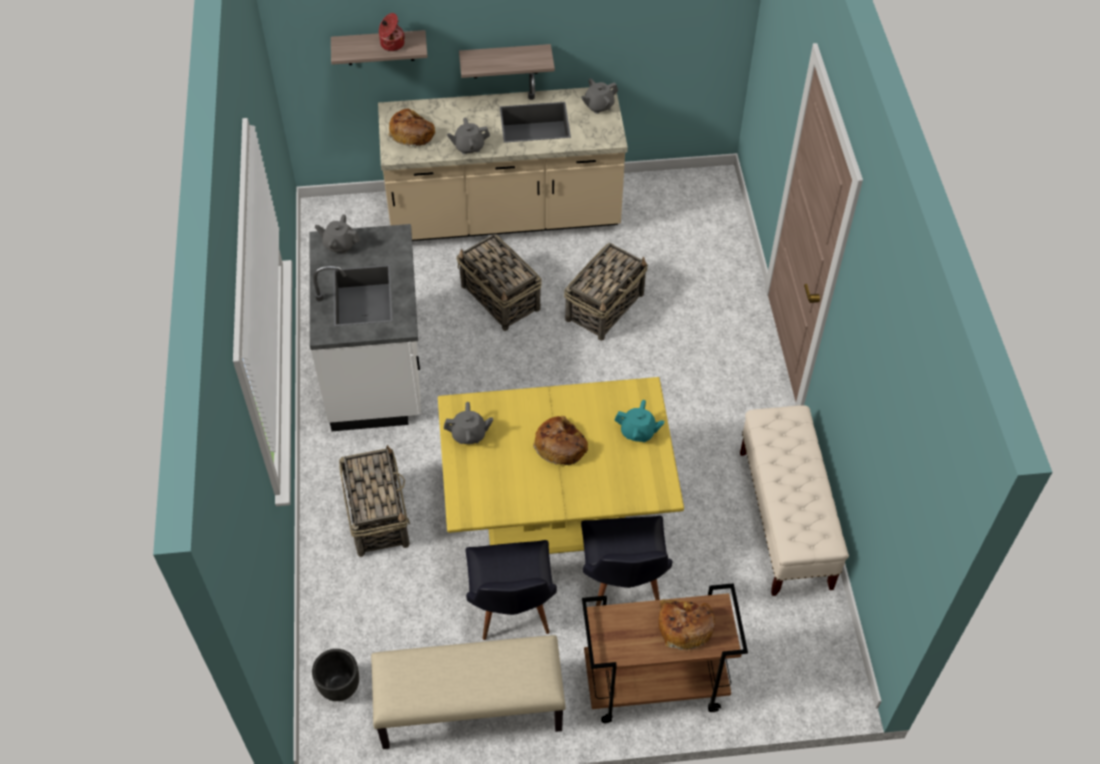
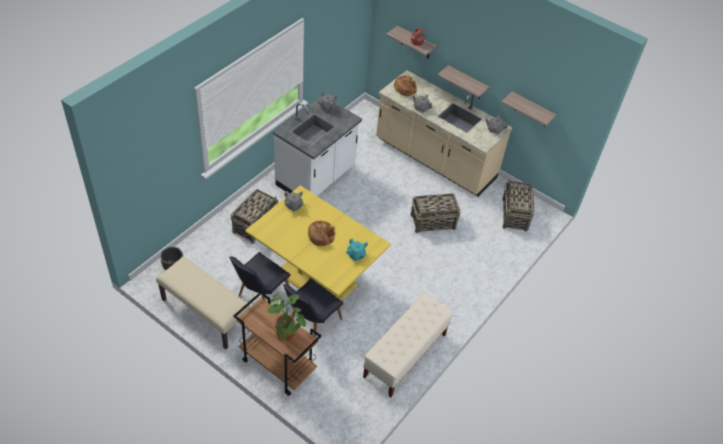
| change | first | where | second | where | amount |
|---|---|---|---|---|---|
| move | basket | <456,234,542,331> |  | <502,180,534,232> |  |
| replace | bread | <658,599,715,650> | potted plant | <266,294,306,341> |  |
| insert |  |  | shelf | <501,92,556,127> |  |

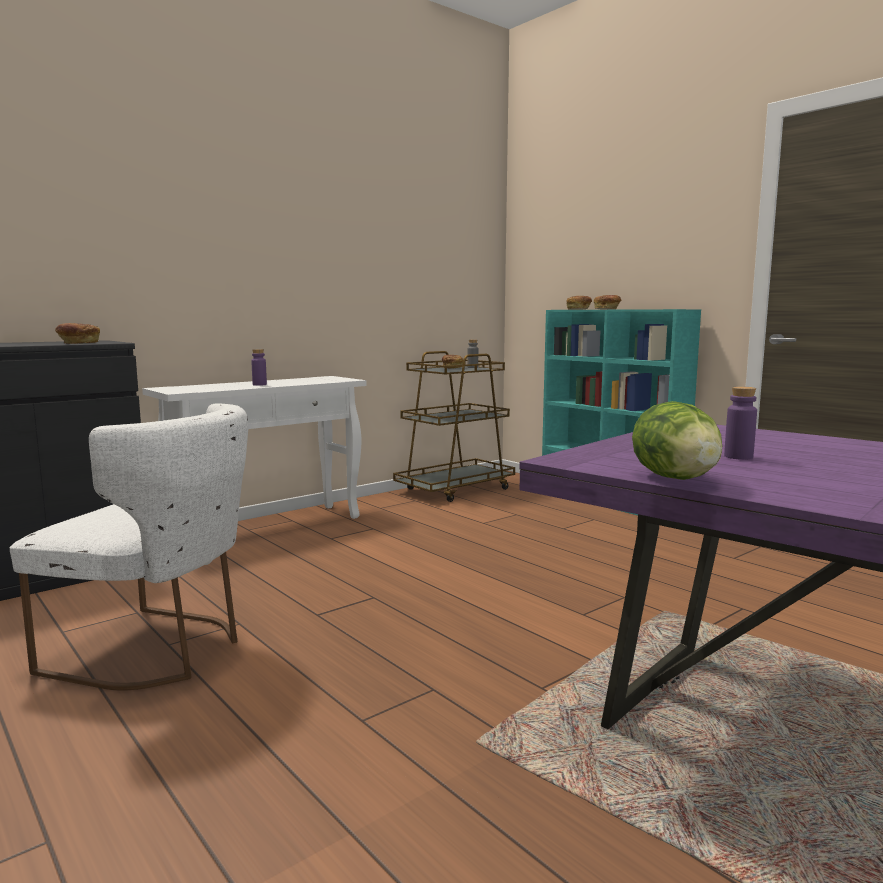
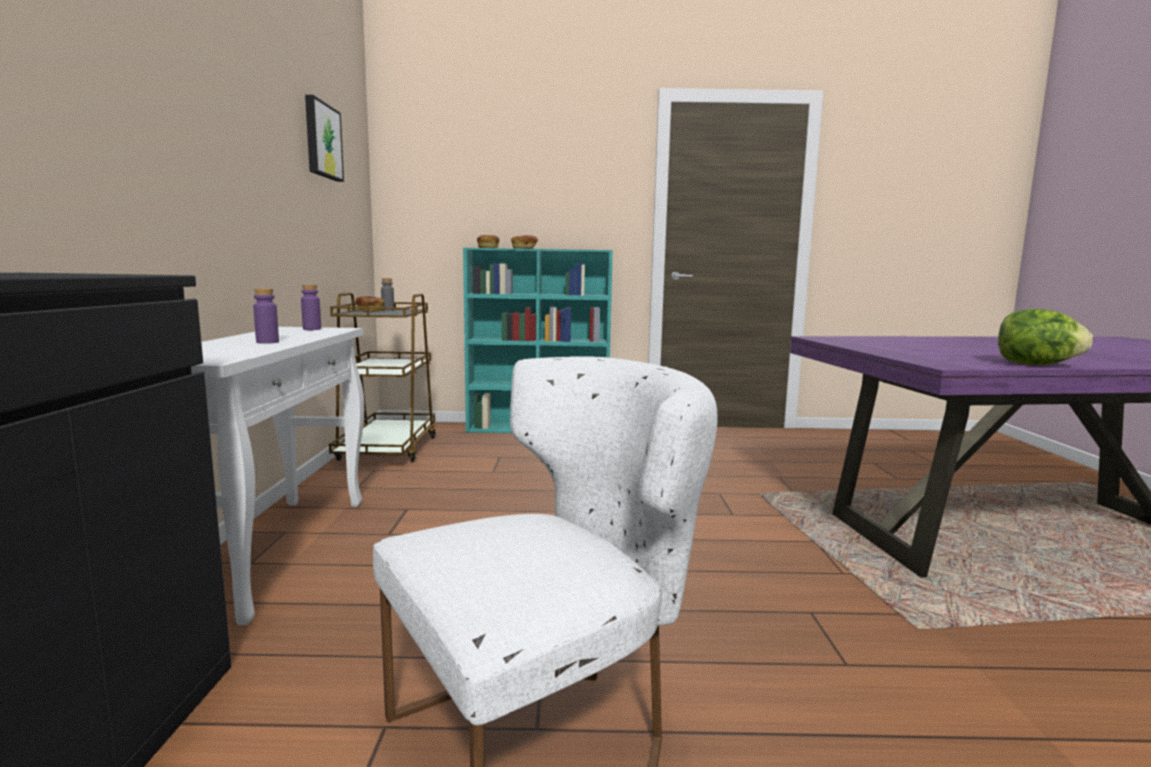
| change | first | where | second | where | amount |
|---|---|---|---|---|---|
| delete | bread | <55,323,100,344> |  |  |  |
| move | bottle (purple) | <724,387,757,460> |  | <301,285,321,330> |  |
| insert |  |  | picture | <305,95,344,182> |  |

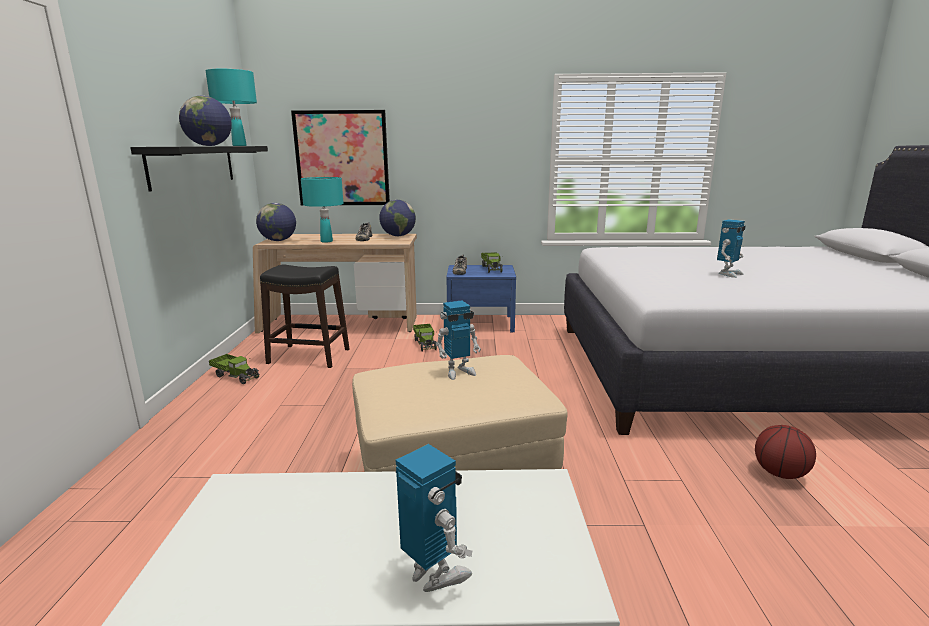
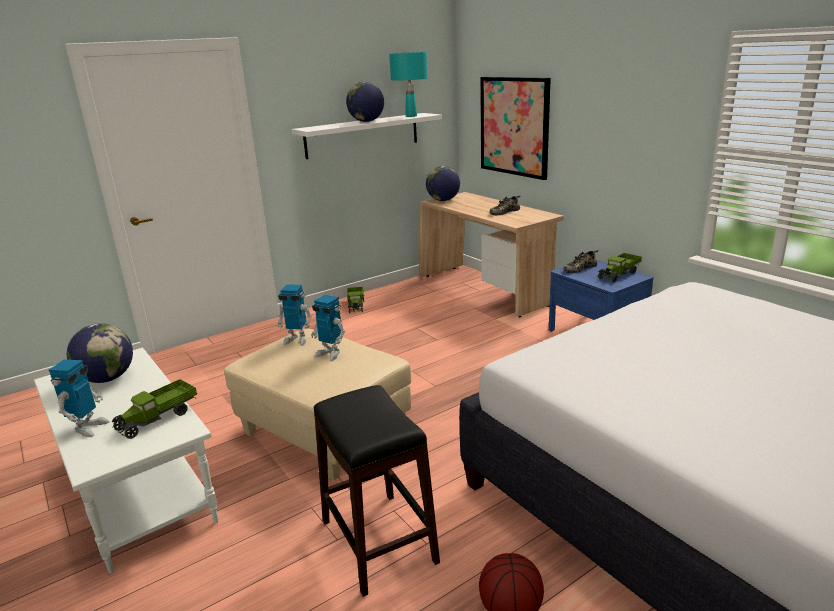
| change | first | where | second | where | amount |
|---|---|---|---|---|---|
| recolor | shelf (black) | <130,146,268,191> | shelf (white) | <291,113,442,159> |  |
| delete | table lamp (turquoise) | <301,177,344,243> |  |  |  |
| move | globe | <379,200,416,236> |  | <67,324,133,383> |  |
| move | toy robot | <717,219,746,278> |  | <277,284,312,346> |  |
| move | stool (black) | <260,264,350,368> |  | <314,385,440,597> |  |
| move | toy truck | <413,324,437,352> |  | <112,379,197,439> |  |

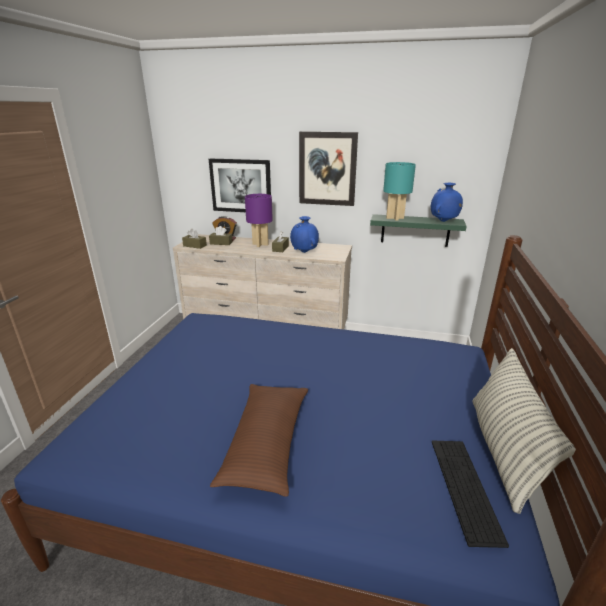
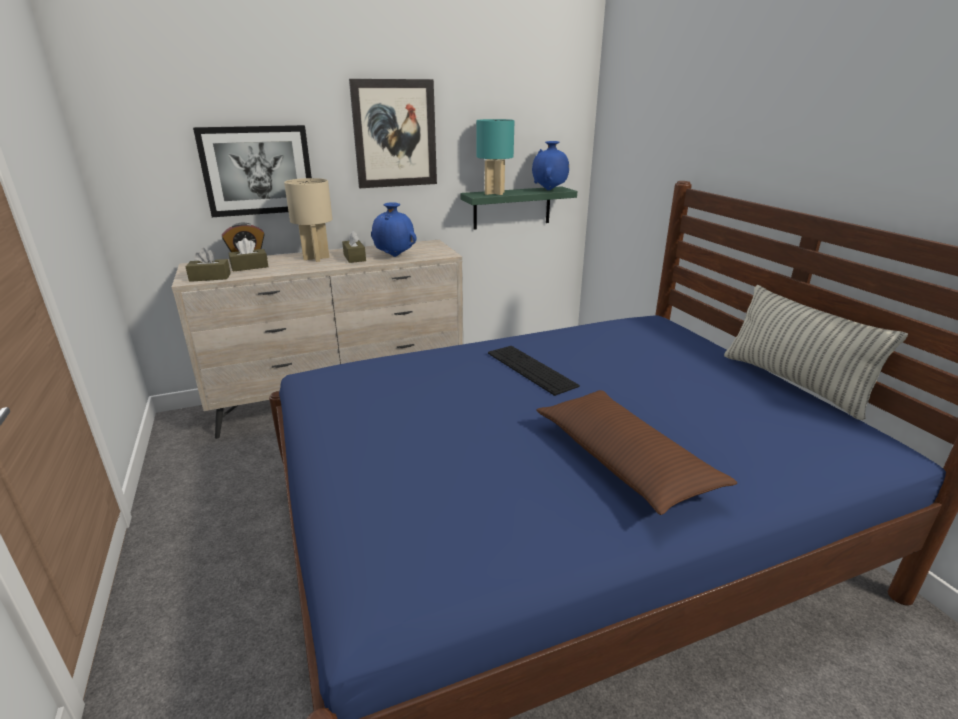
| change | first | where | second | where | amount |
|---|---|---|---|---|---|
| recolor | table lamp (purple) | <245,194,273,247> | table lamp (beige) | <284,178,332,262> |  |
| move | keyboard | <432,440,509,548> |  | <488,346,580,396> |  |

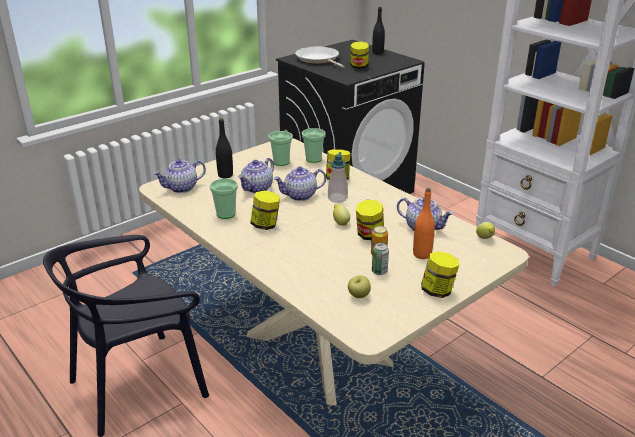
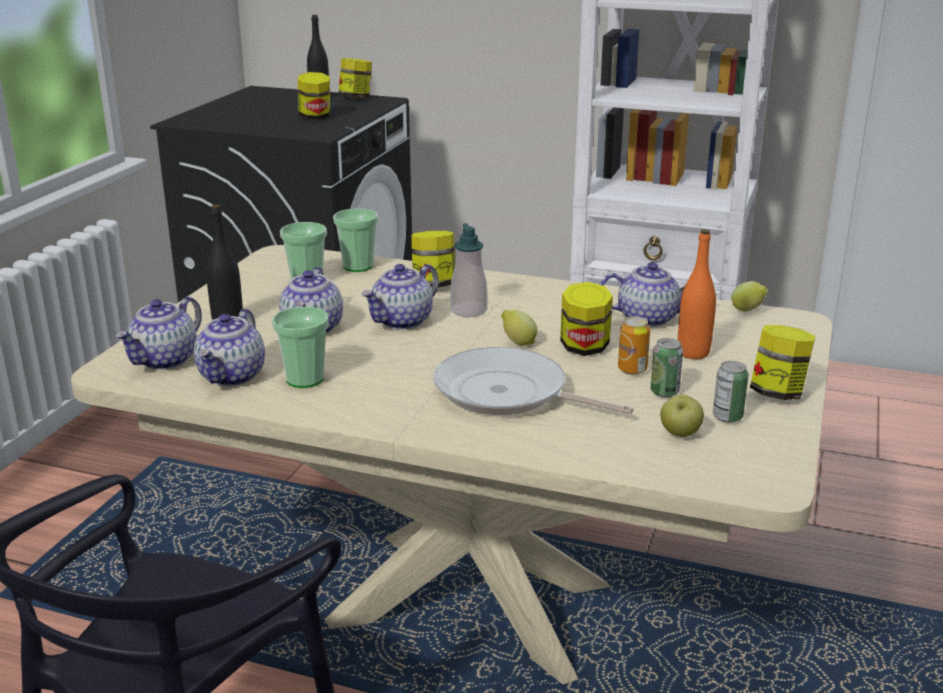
| change | first | where | second | where | amount |
|---|---|---|---|---|---|
| move | frying pan | <295,46,345,68> |  | <433,347,633,415> |  |
| move | jar | <250,191,280,230> |  | <338,58,372,99> |  |
| insert |  |  | teapot | <194,309,265,386> |  |
| insert |  |  | can | <713,361,748,423> |  |

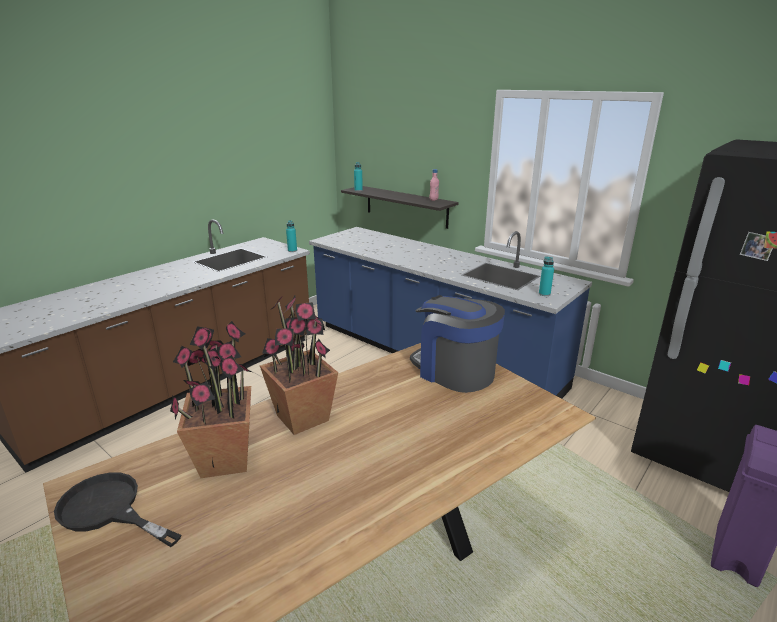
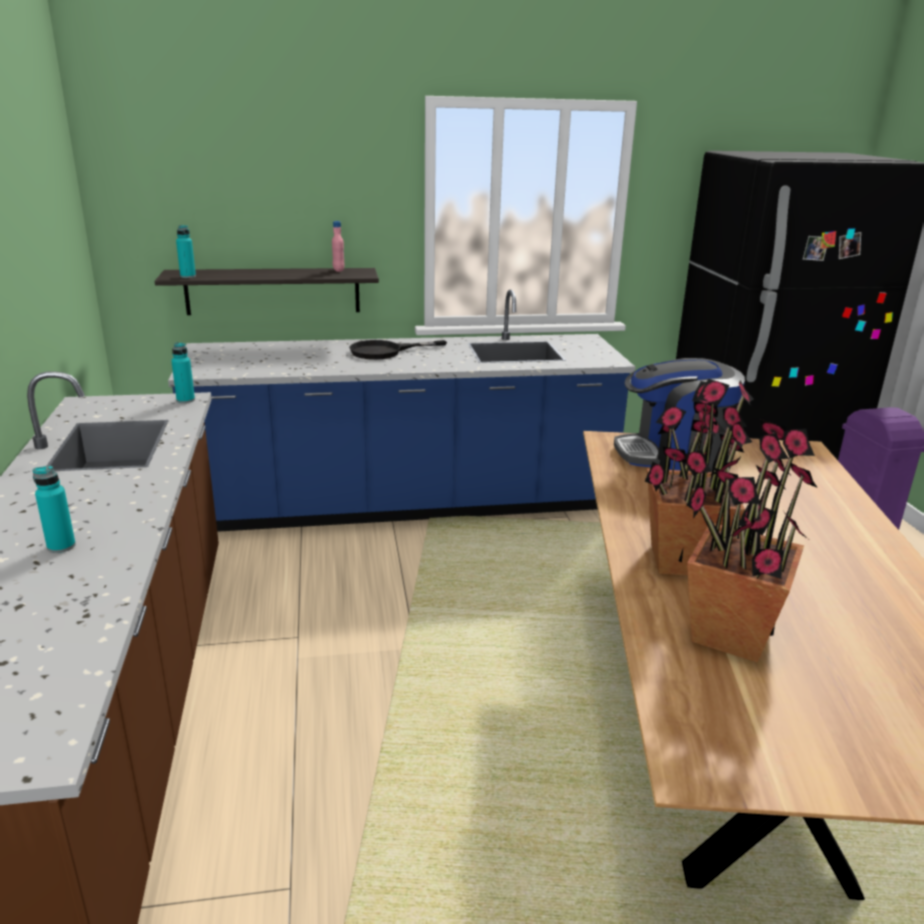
| change | first | where | second | where | amount |
|---|---|---|---|---|---|
| move | bottle (turquoise) | <539,257,554,296> |  | <33,466,76,553> |  |
| move | frying pan (black) | <54,473,181,547> |  | <349,340,447,360> |  |

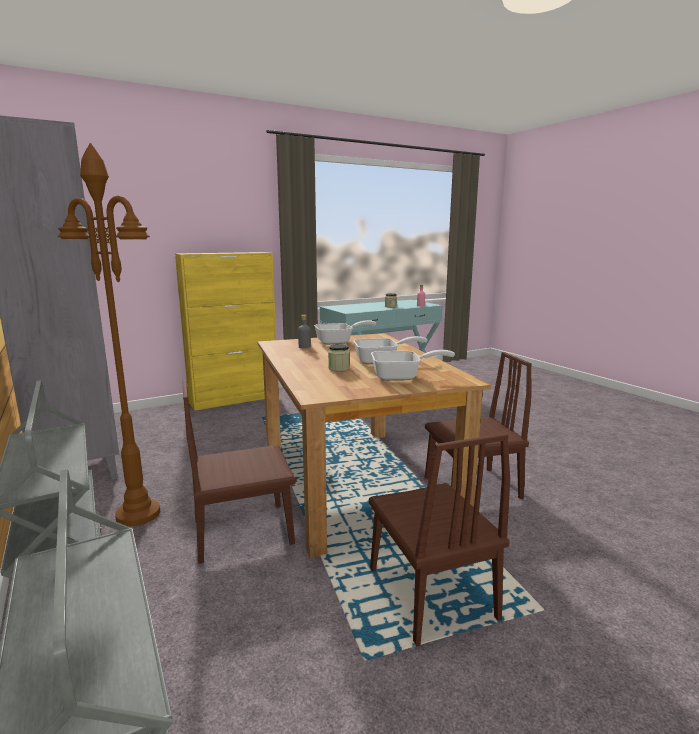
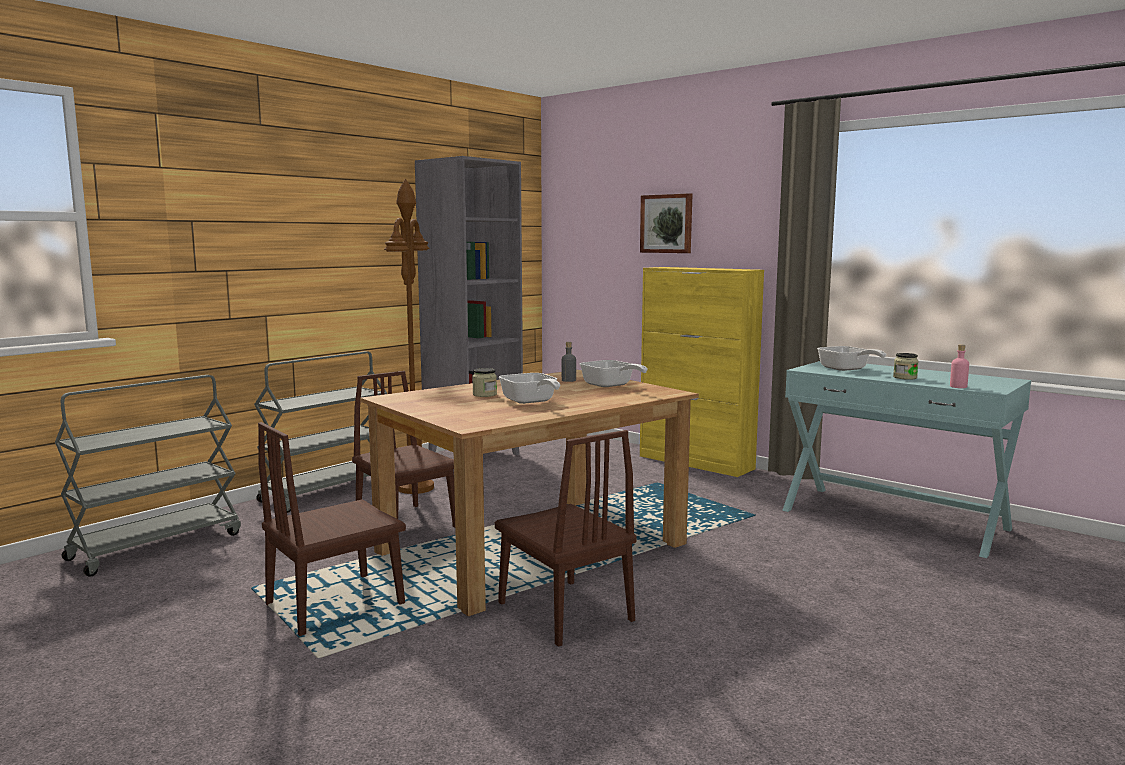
| change | first | where | second | where | amount |
|---|---|---|---|---|---|
| move | frying pan | <371,350,455,381> |  | <817,346,886,371> |  |
| insert |  |  | picture | <640,193,693,253> |  |

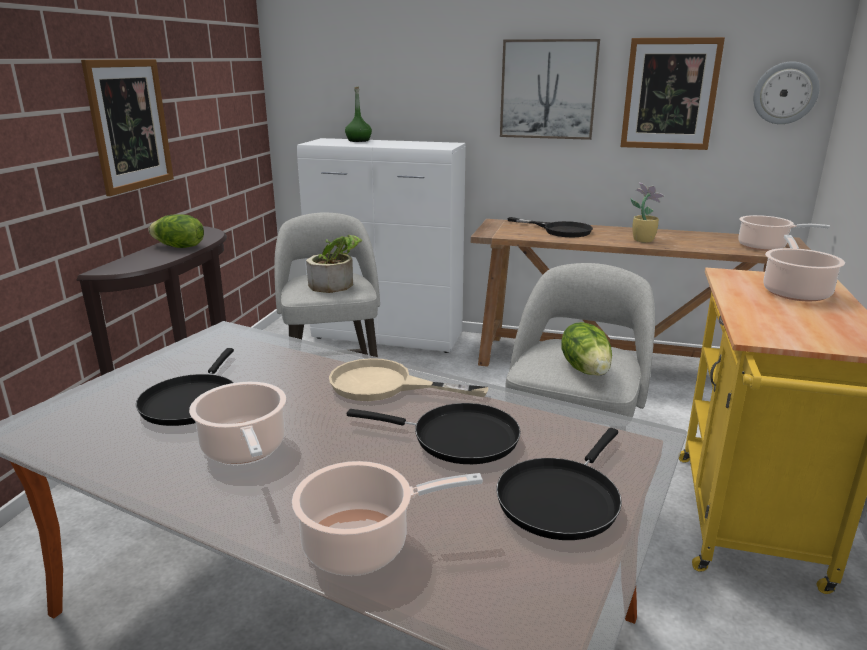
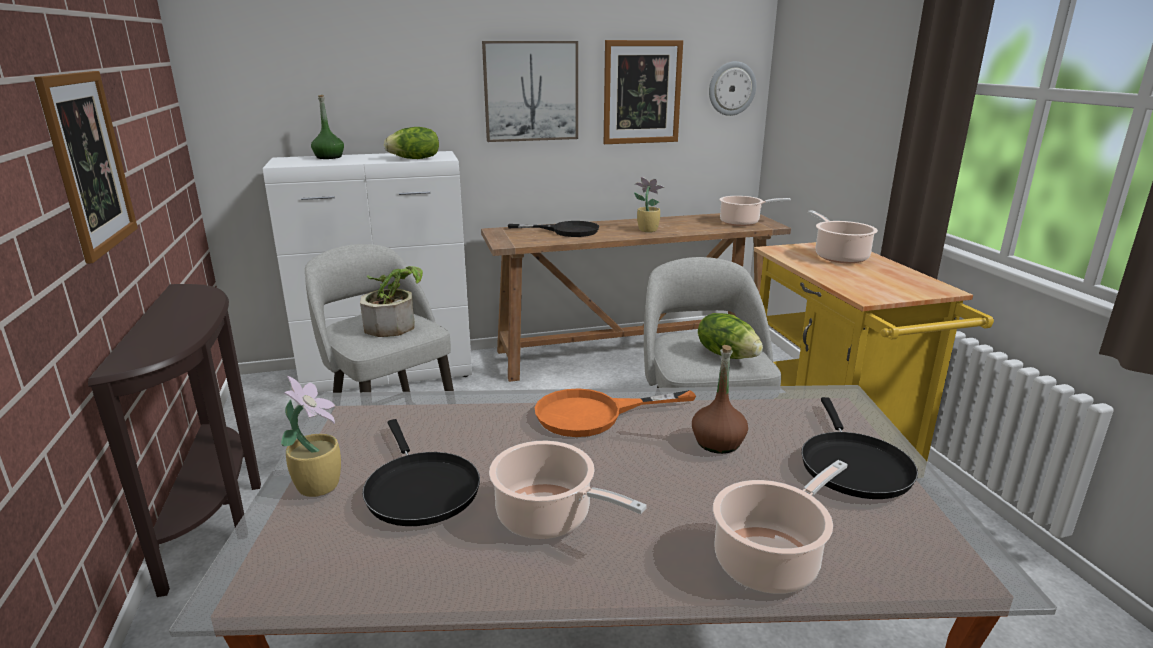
| change | first | where | second | where | amount |
|---|---|---|---|---|---|
| move | lettuce | <149,215,204,248> |  | <384,127,439,159> |  |
| recolor | frying pan (beige) | <329,358,488,401> | frying pan (orange) | <535,388,696,437> |  |
| replace | frying pan (black) | <347,403,521,464> | bottle (brown) | <692,345,748,454> |  |
| insert |  |  | potted plant | <281,376,341,497> |  |

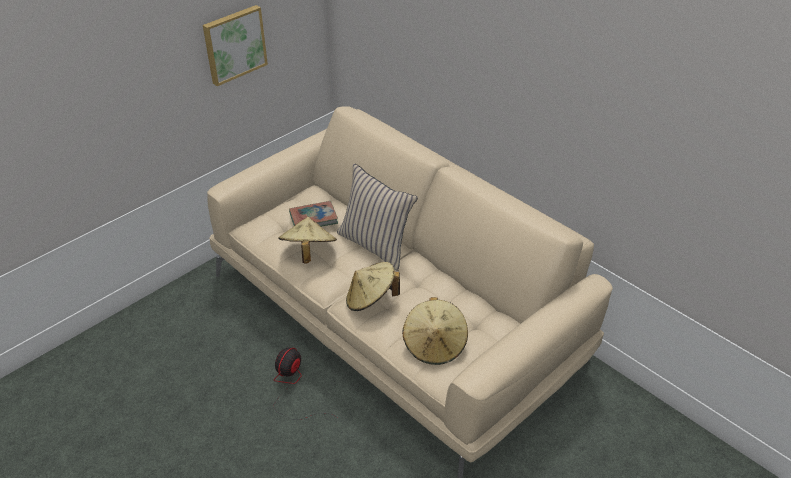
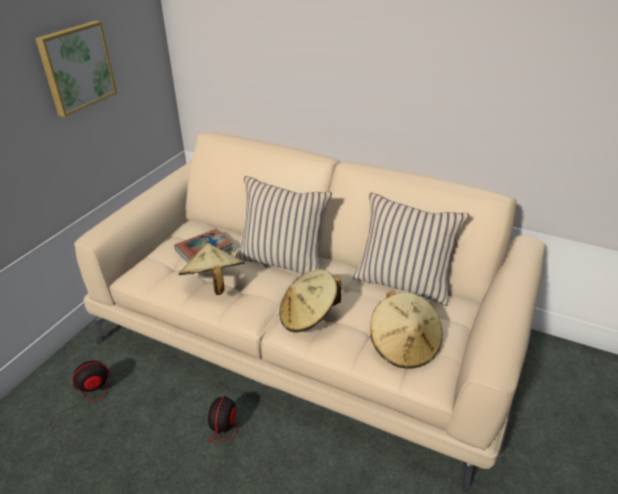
| change | first | where | second | where | amount |
|---|---|---|---|---|---|
| insert |  |  | pillow (beige) | <353,193,469,306> |  |
| insert |  |  | fan | <51,360,109,459> |  |

